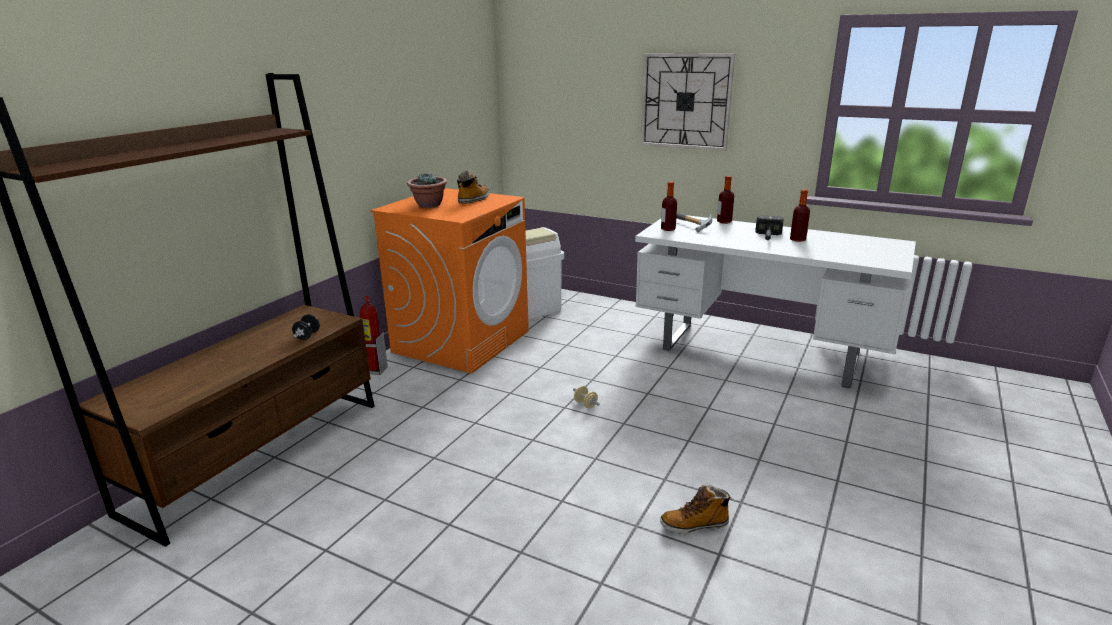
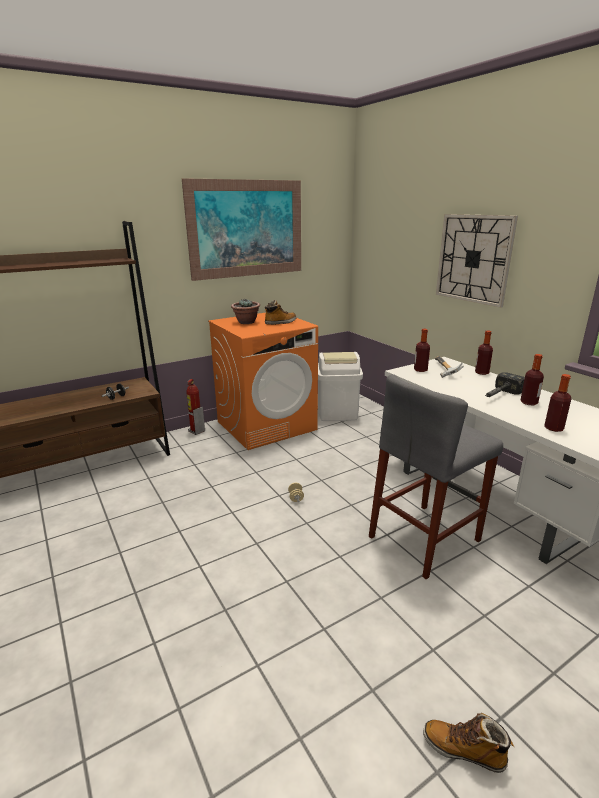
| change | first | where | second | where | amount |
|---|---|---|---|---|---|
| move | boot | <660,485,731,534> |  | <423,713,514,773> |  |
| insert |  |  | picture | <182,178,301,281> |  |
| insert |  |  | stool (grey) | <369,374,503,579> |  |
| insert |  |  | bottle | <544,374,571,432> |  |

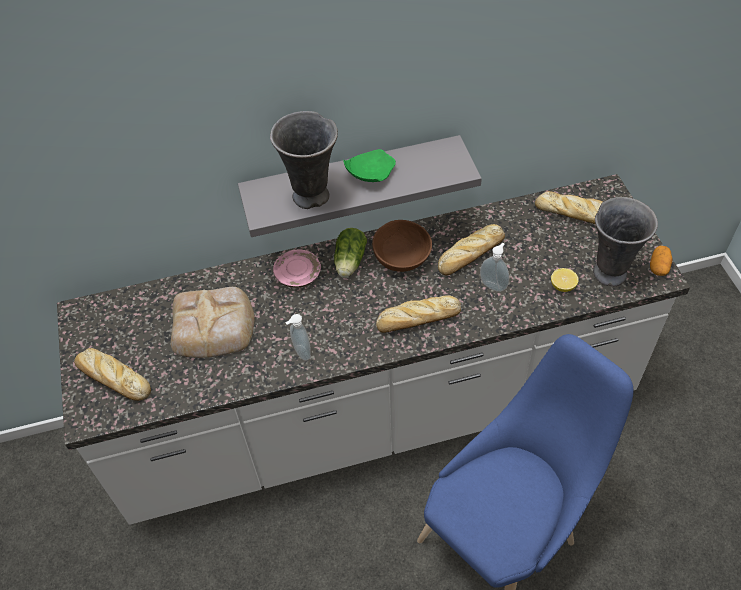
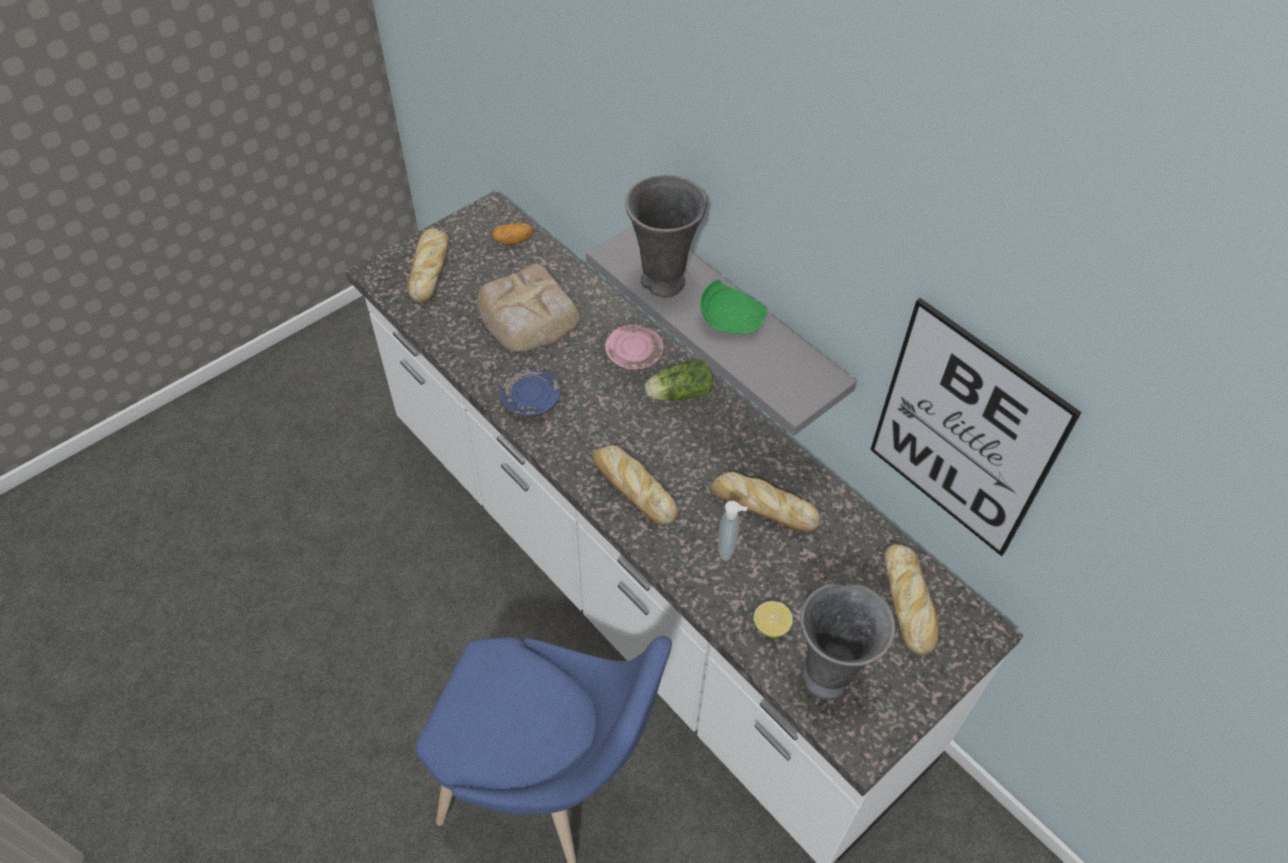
| change | first | where | second | where | amount |
|---|---|---|---|---|---|
| delete | bowl (brown) | <372,220,432,272> |  |  |  |
| move | potato | <650,246,673,276> |  | <492,223,533,244> |  |
| replace | soap dispenser | <285,314,311,361> | plate (blue) | <500,369,561,417> |  |
| insert |  |  | picture | <870,298,1082,556> |  |

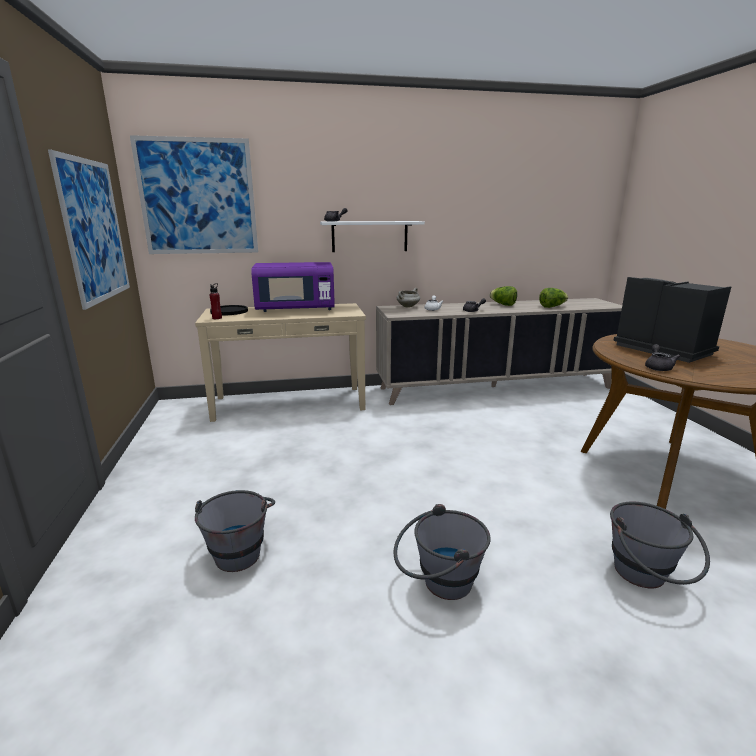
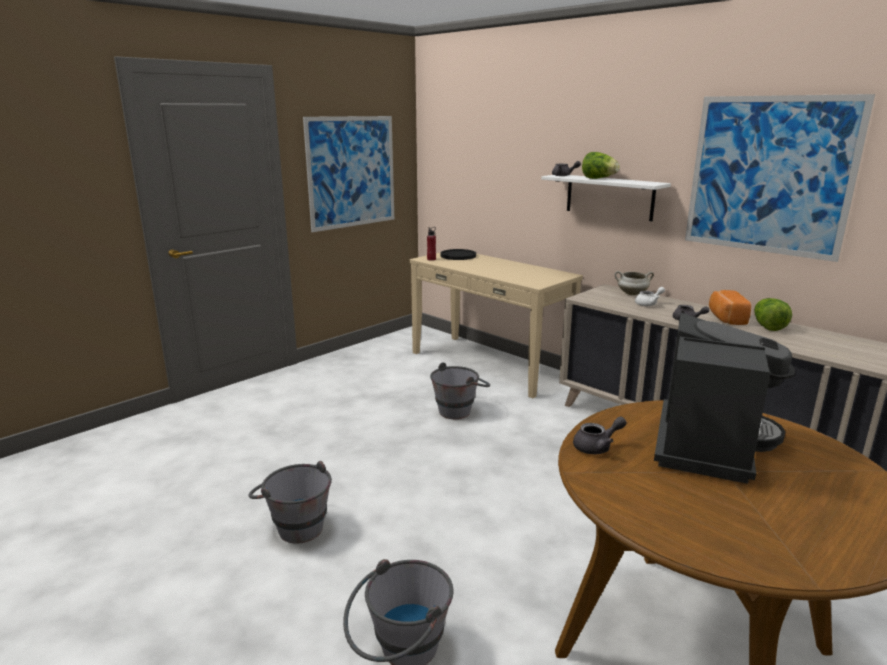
| change | first | where | second | where | amount |
|---|---|---|---|---|---|
| move | picture | <130,135,258,254> |  | <685,94,875,262> |  |
| delete | microwave (purple) | <251,262,335,312> |  |  |  |
| move | lettuce | <539,288,568,308> |  | <582,152,620,179> |  |
| move | bucket (grey) | <195,490,275,572> |  | <430,362,490,419> |  |
| insert |  |  | bread | <709,290,751,325> |  |

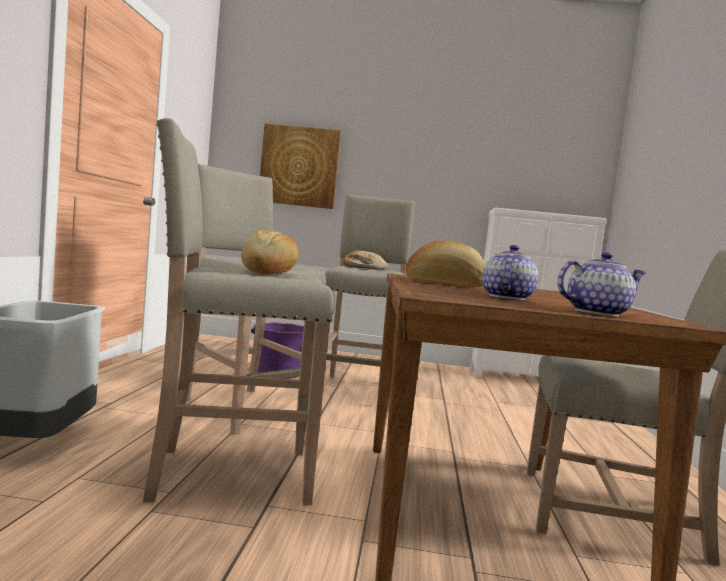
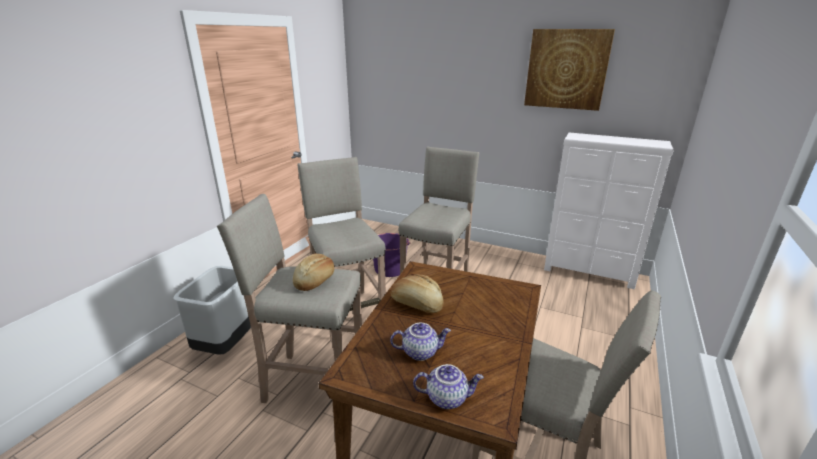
| change | first | where | second | where | amount |
|---|---|---|---|---|---|
| move | picture | <260,124,341,209> |  | <524,29,615,111> |  |
| rotate | teapot | <482,245,538,300> |  | <390,323,451,361> | 45 degrees clockwise |
| delete | bread | <343,251,388,270> |  |  |  |

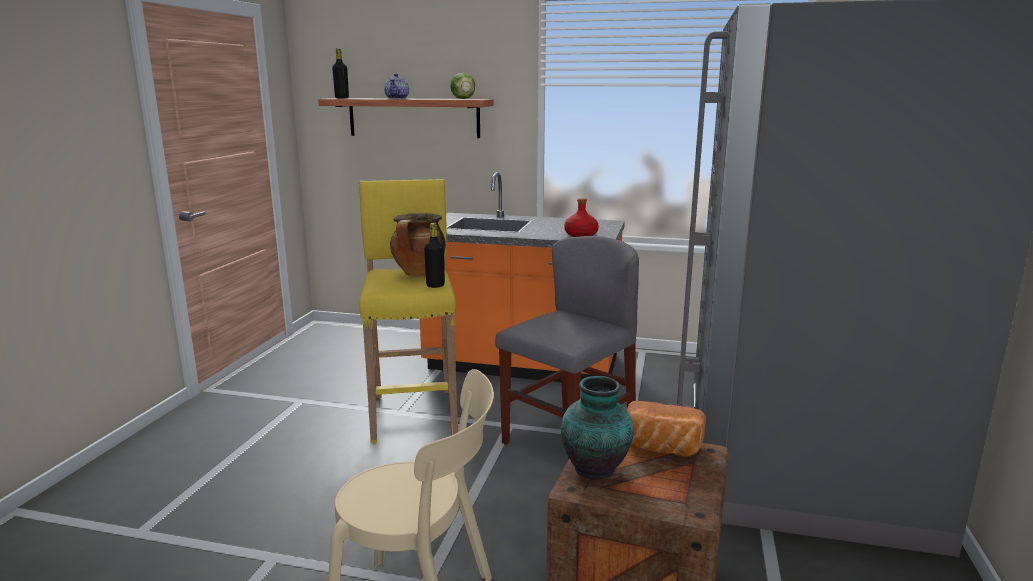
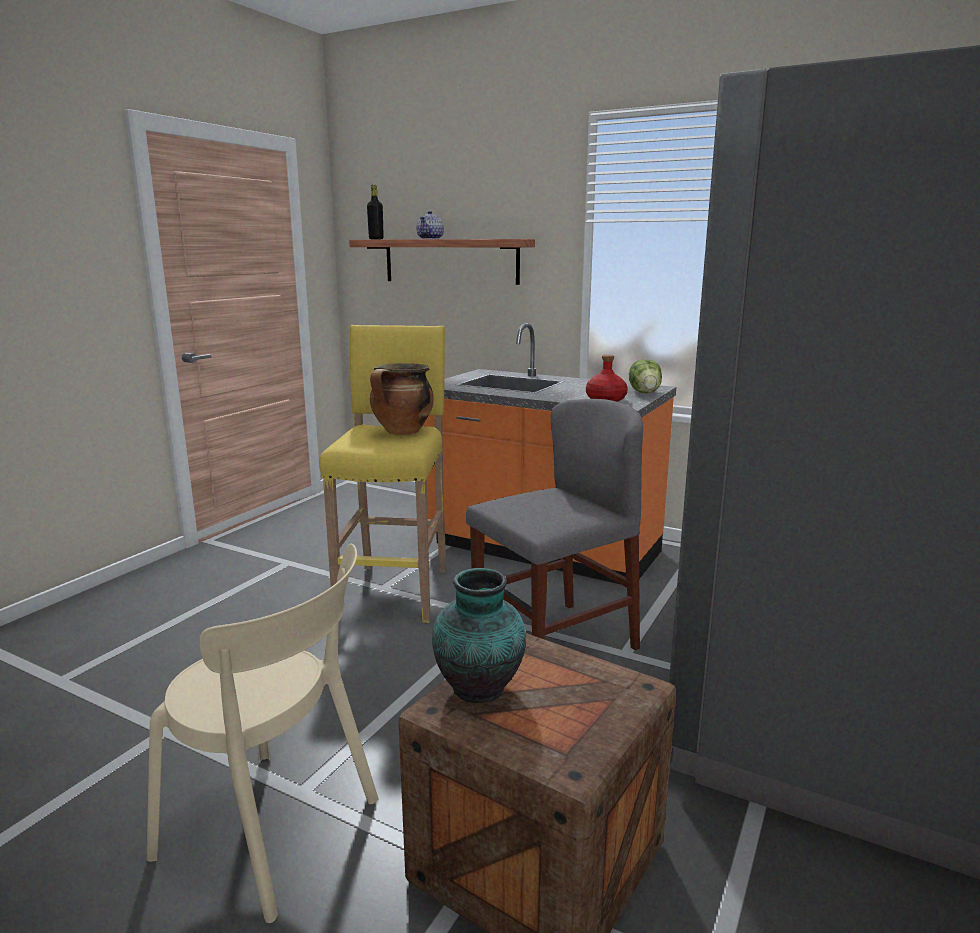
| change | first | where | second | where | amount |
|---|---|---|---|---|---|
| move | lettuce | <450,73,475,99> |  | <629,359,662,393> |  |
| delete | bottle (black) | <424,223,445,288> |  |  |  |
| delete | bread | <627,401,706,457> |  |  |  |

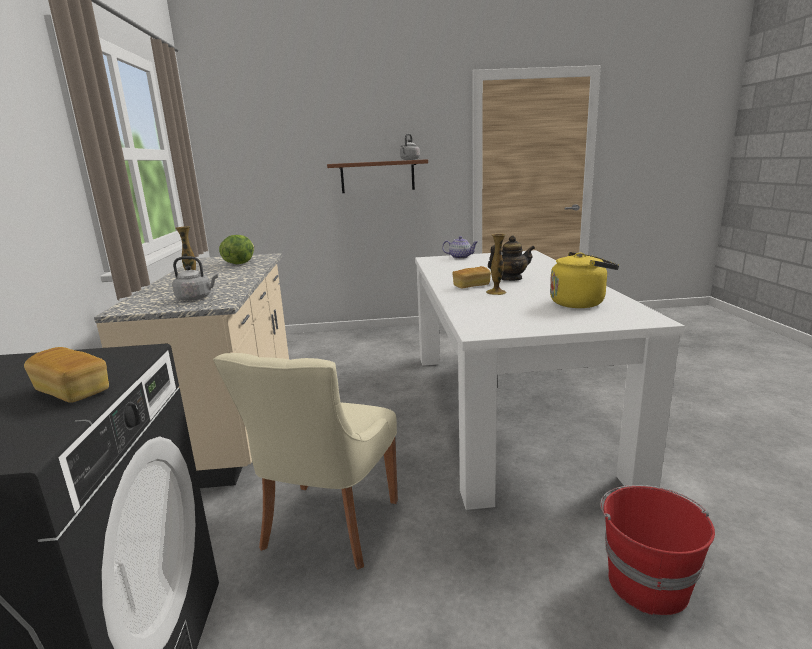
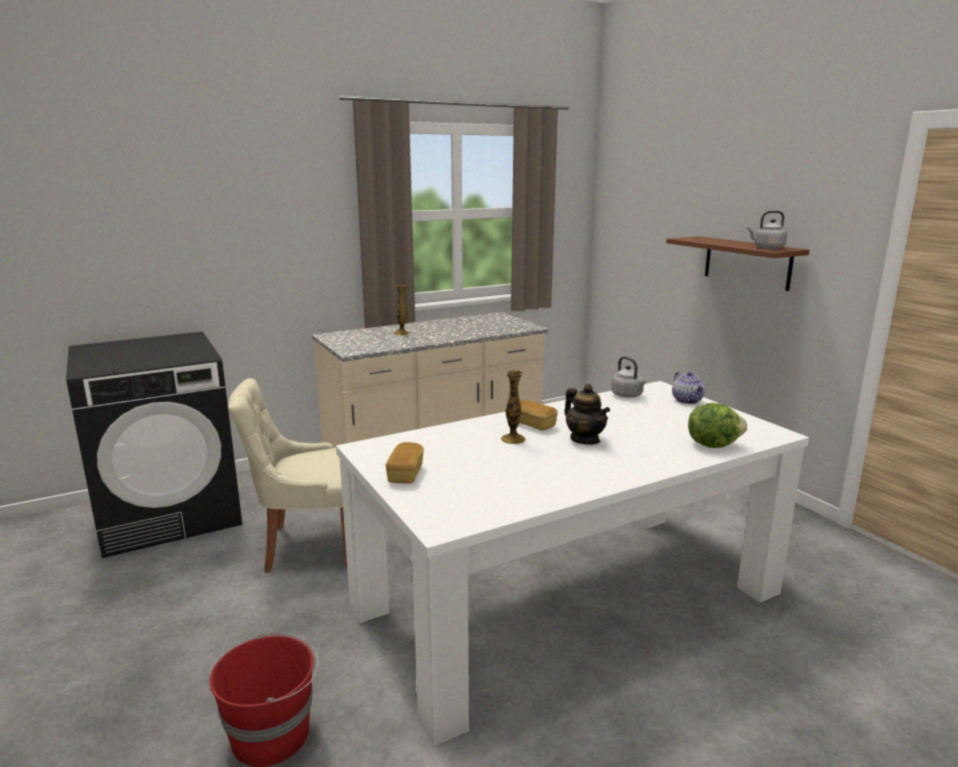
| change | first | where | second | where | amount |
|---|---|---|---|---|---|
| move | lettuce | <219,235,254,264> |  | <688,403,747,448> |  |
| delete | kettle (yellow) | <550,252,619,308> |  |  |  |
| move | kettle (grey) | <172,256,218,301> |  | <611,356,646,398> |  |
| move | bread | <24,347,109,403> |  | <386,442,424,484> |  |

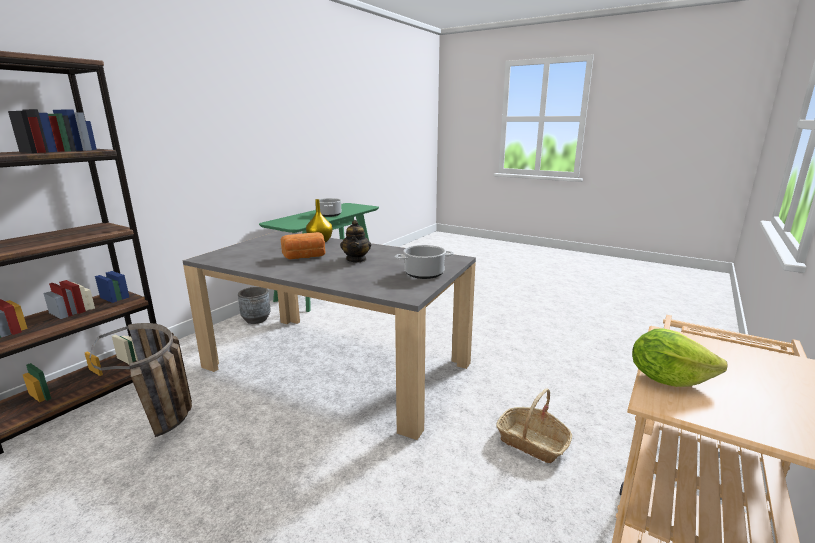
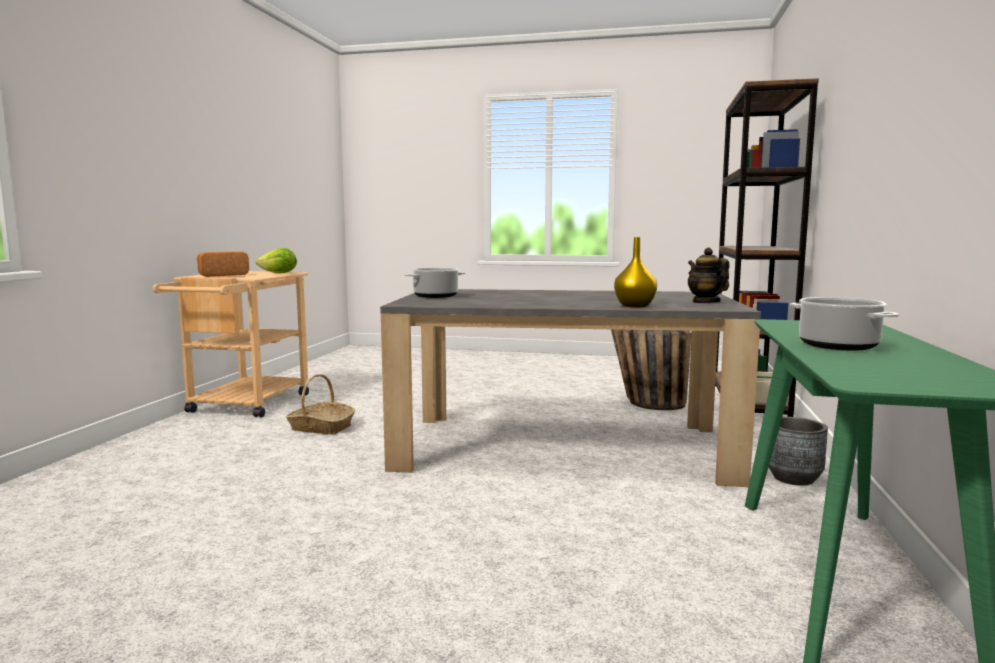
| change | first | where | second | where | amount |
|---|---|---|---|---|---|
| move | teapot | <340,220,371,263> |  | <688,248,730,303> |  |
| move | bread | <281,232,325,260> |  | <197,251,249,277> |  |

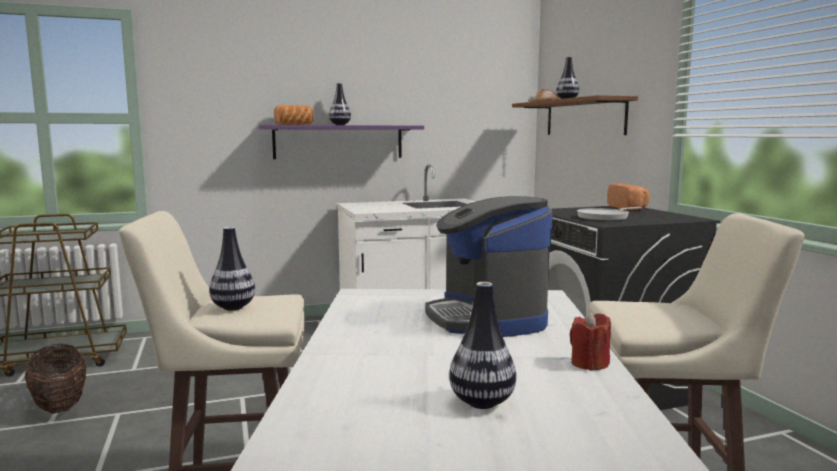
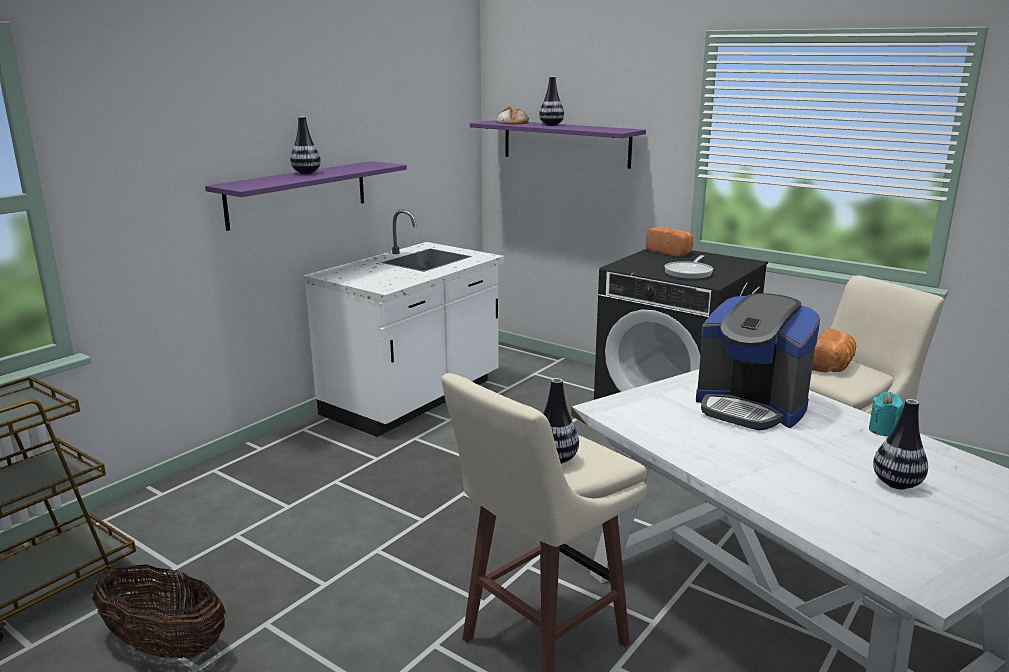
| change | first | where | second | where | amount |
|---|---|---|---|---|---|
| recolor | shelf (brown) | <512,95,638,135> | shelf (purple) | <470,120,646,169> |  |
| move | bread | <274,105,313,125> |  | <812,328,857,372> |  |
| recolor | candle (red) | <570,312,611,371> | candle (turquoise) | <869,392,903,436> |  |

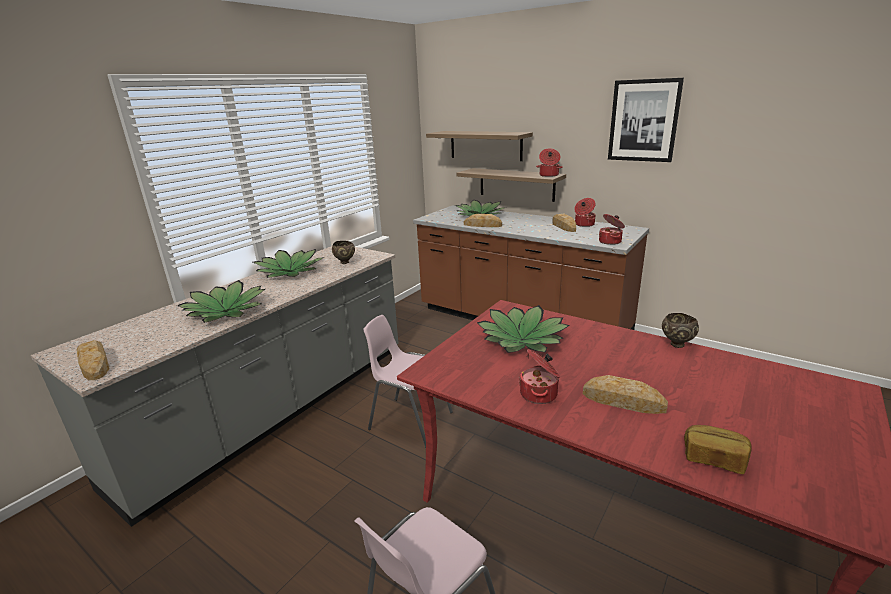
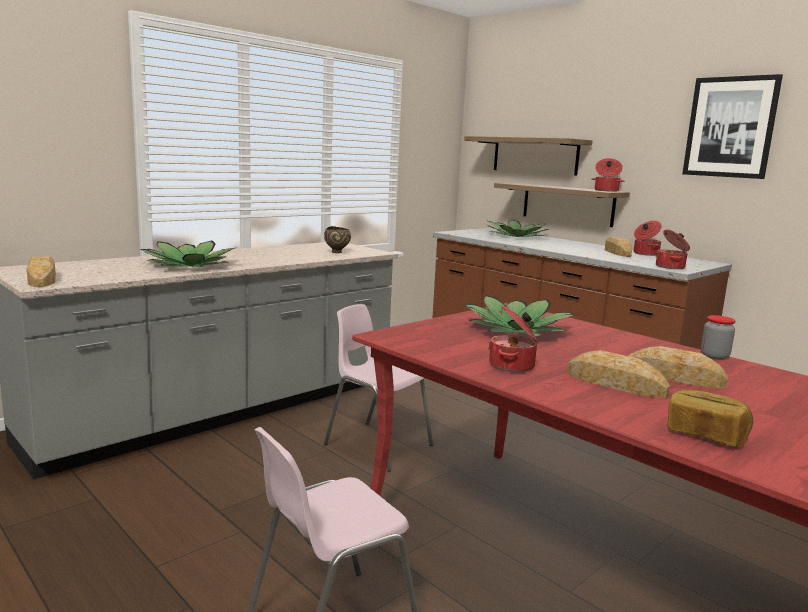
| change | first | where | second | where | amount |
|---|---|---|---|---|---|
| move | bread | <464,214,502,227> |  | <629,346,728,389> |  |
| delete | potted plant | <253,249,323,278> |  |  |  |
| replace | bowl (brown) | <662,313,699,348> | jar | <701,315,736,360> |  |

